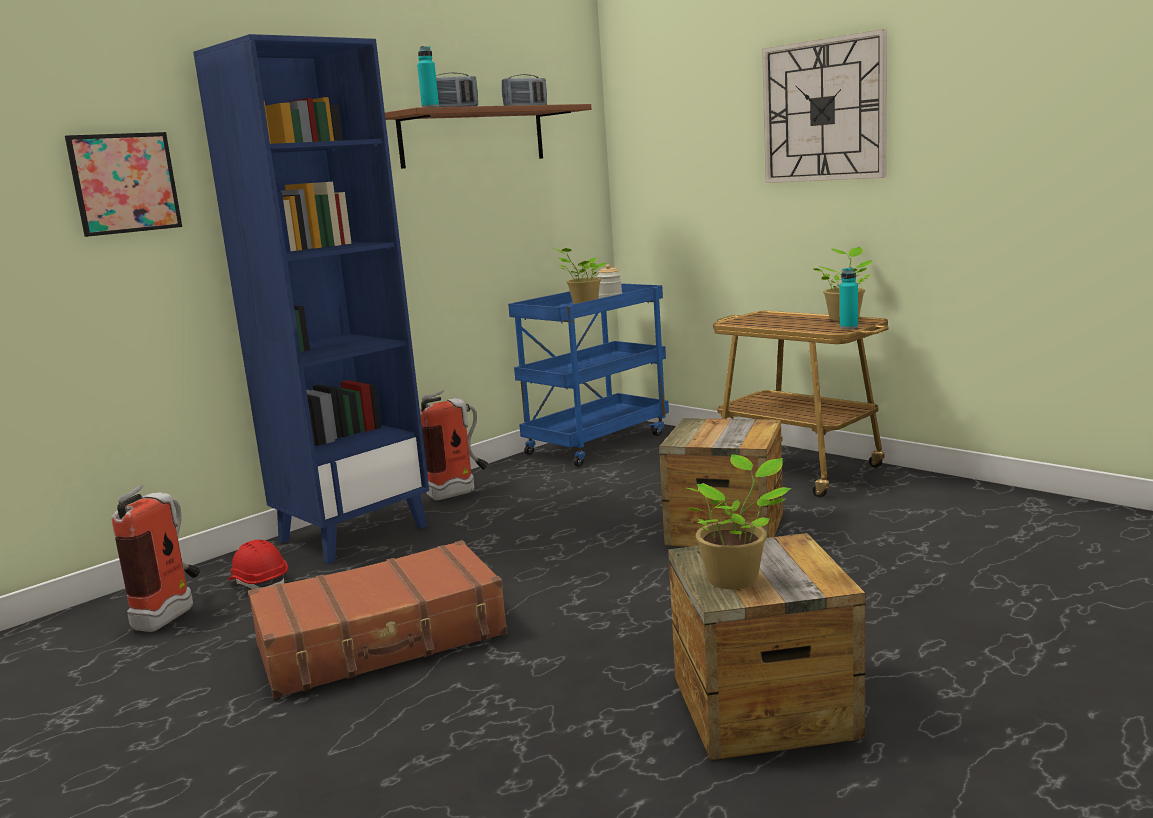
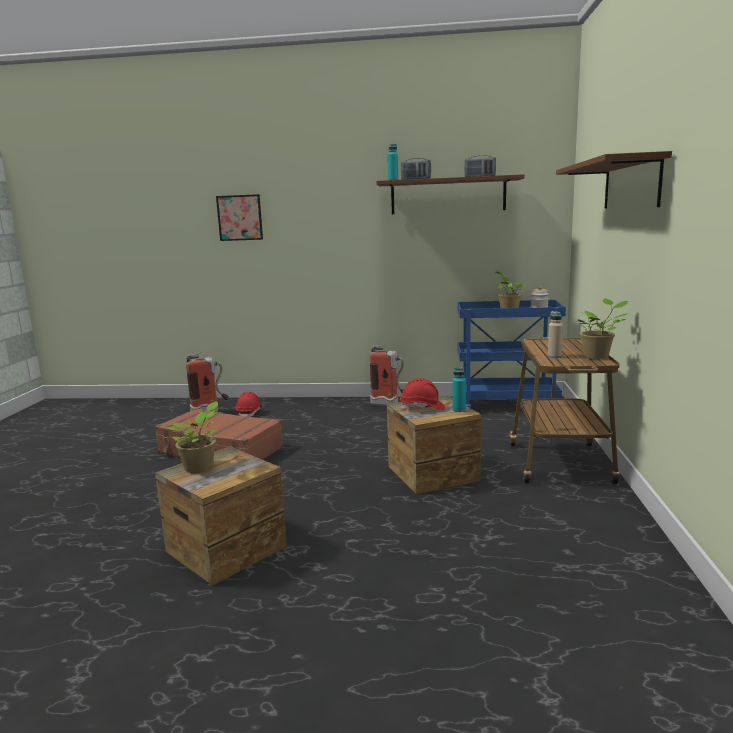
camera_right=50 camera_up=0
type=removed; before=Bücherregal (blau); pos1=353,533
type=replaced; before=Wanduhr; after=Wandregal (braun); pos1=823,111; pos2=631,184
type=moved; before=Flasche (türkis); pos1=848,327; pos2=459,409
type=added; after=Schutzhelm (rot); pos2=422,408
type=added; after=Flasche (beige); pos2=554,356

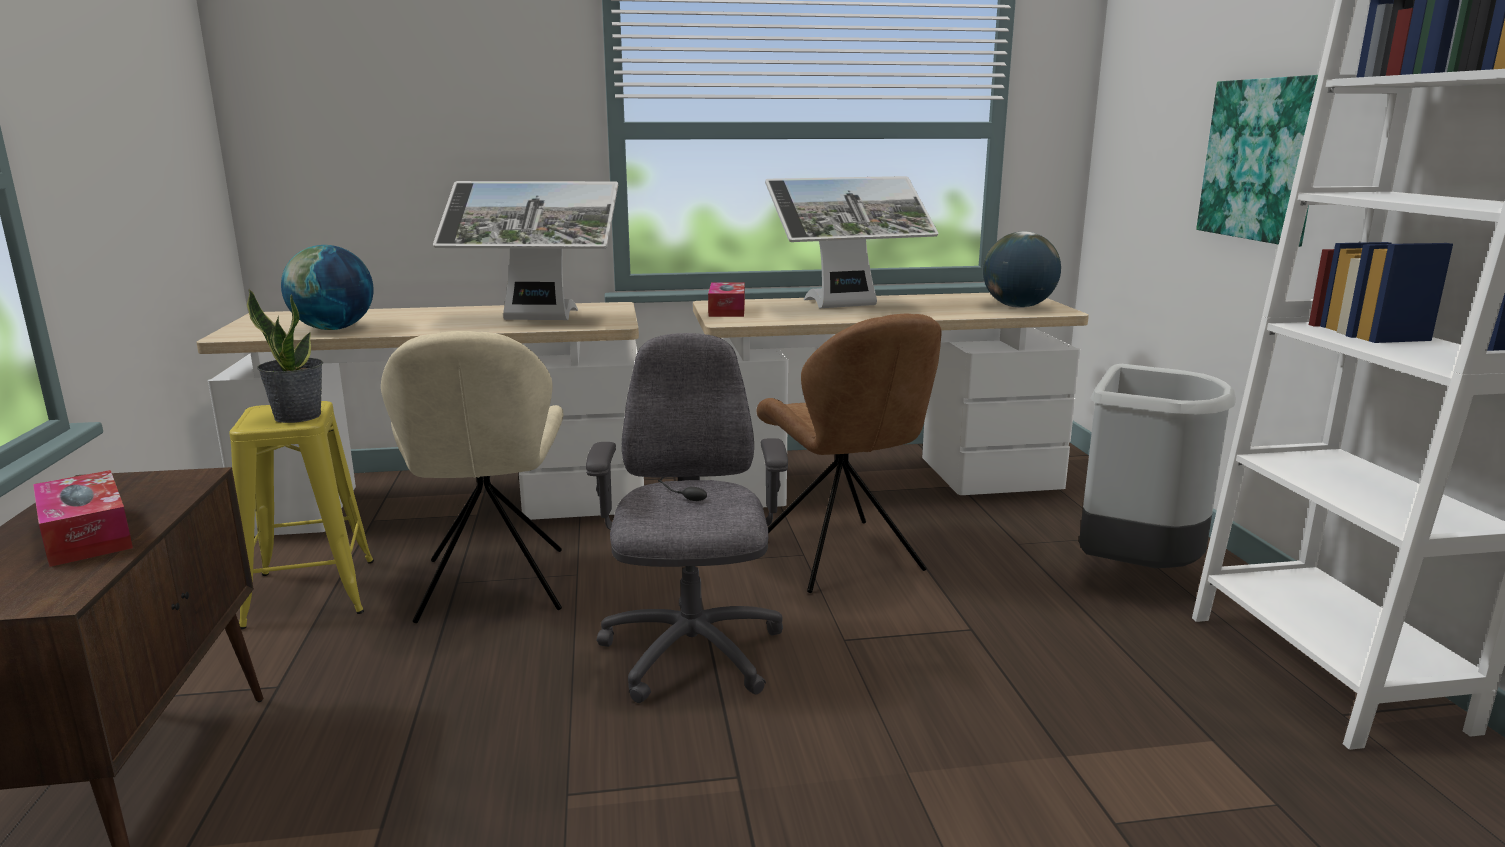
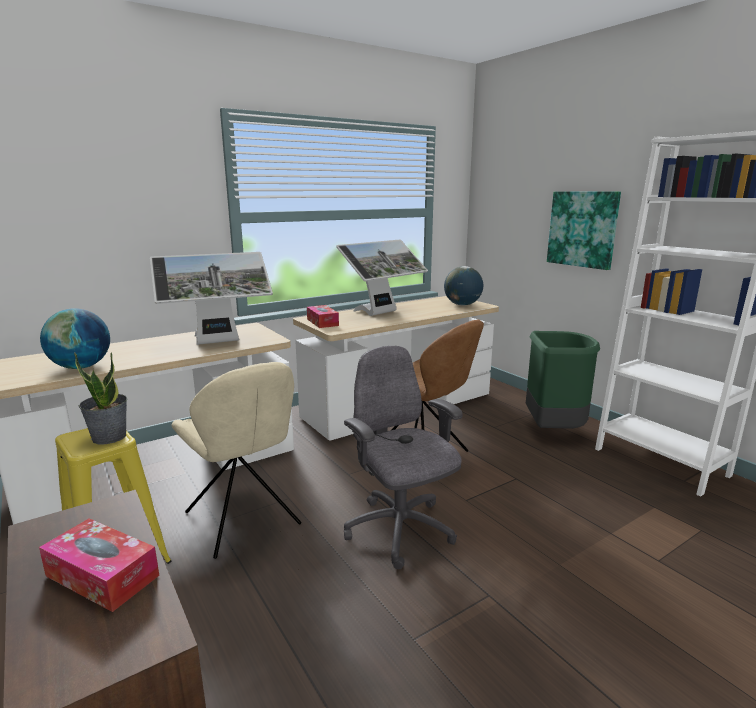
camera_right=-25 camera_up=0
type=recoloured; before=Mülleimer (grau); after=Mülleimer (grün); pos1=1135,571; pos2=553,431

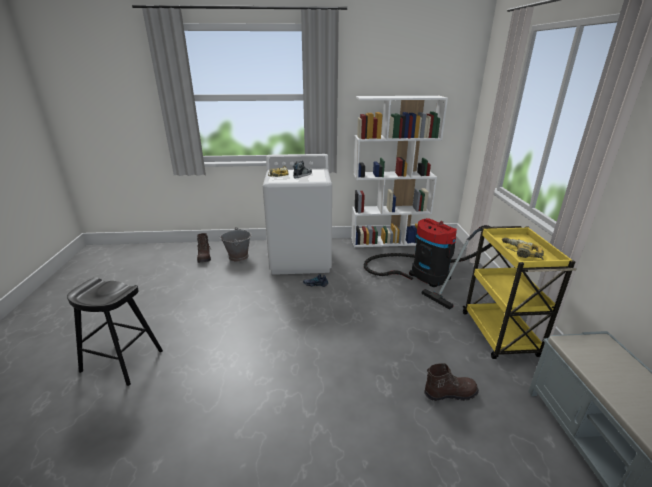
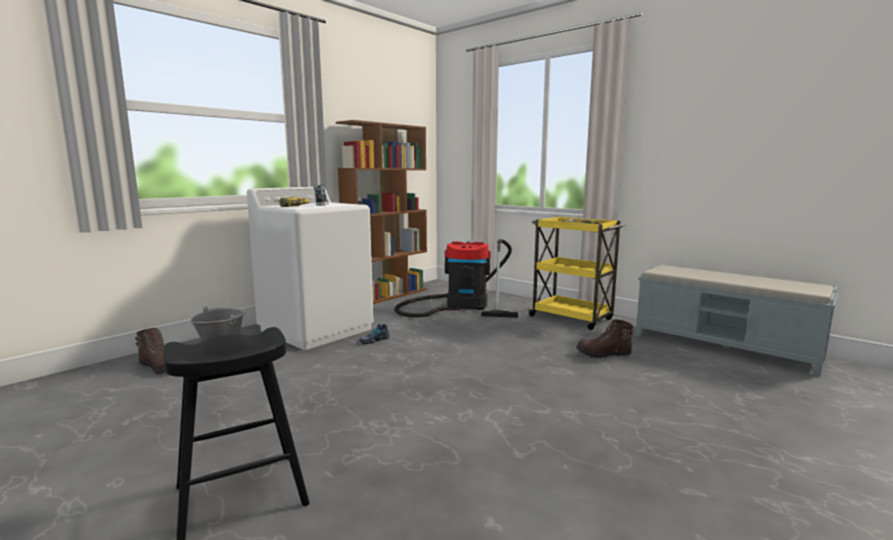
camera_right=-45 camera_up=-15
type=recoloured; before=Bücherregal (weiß); after=Bücherregal (braun); pos1=389,241; pos2=387,295
type=turned; before=Stiefel (braun); pos1=449,393; pos2=603,354; turn=-120

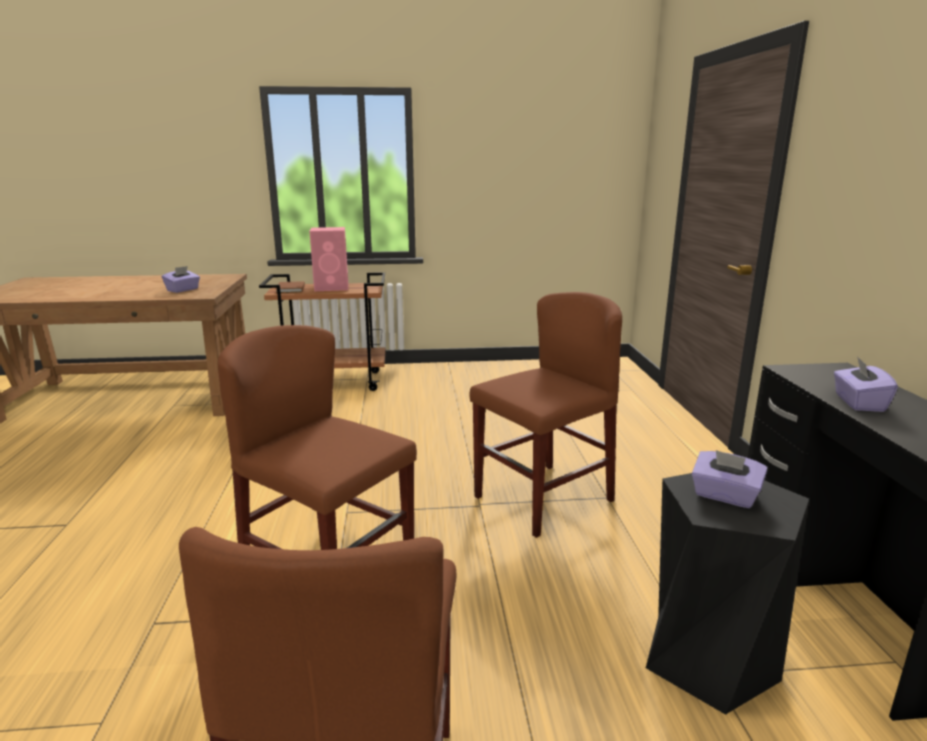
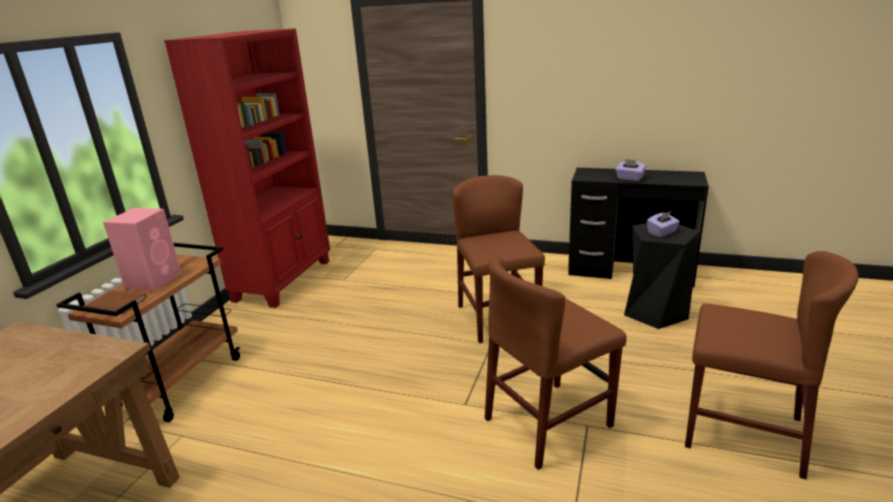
camera_right=-65 camera_up=5
type=removed; before=Taschentuchbox (lila); pos1=183,290
type=added; after=Bücherregal (rot); pos2=284,280

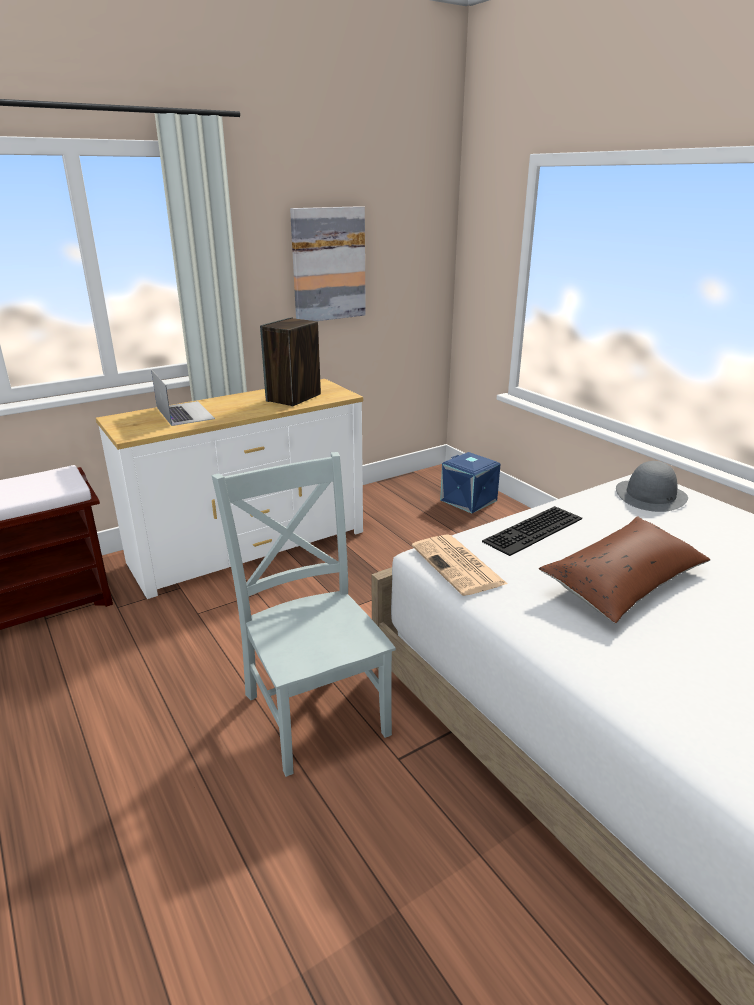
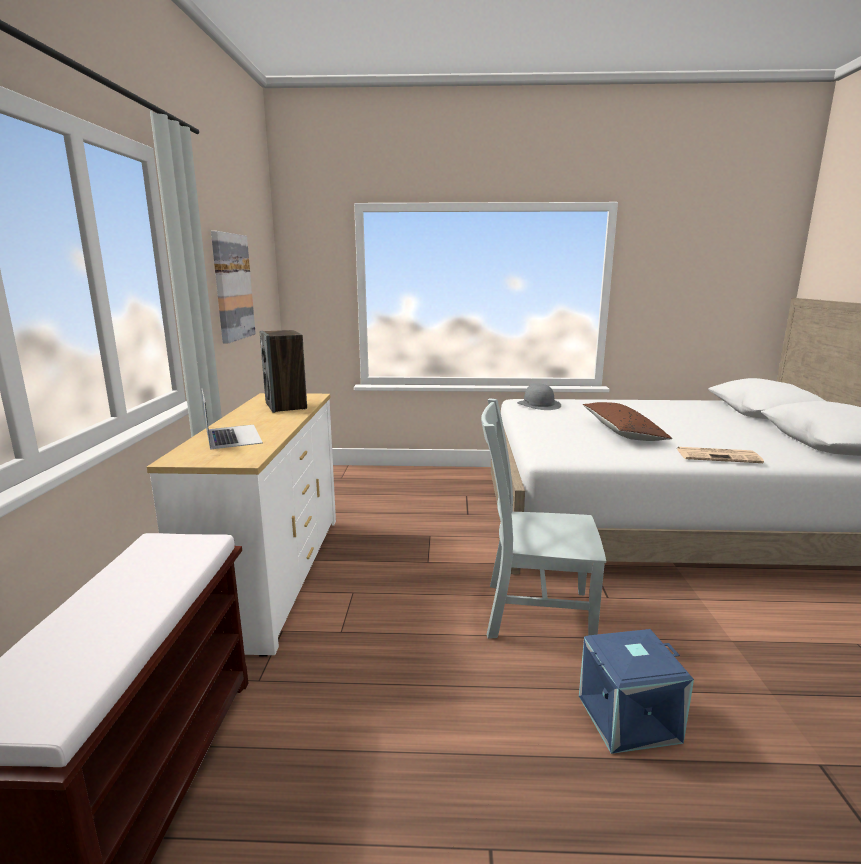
camera_right=-55 camera_up=-10
type=turned; before=Laptop; pos1=184,413; pos2=233,436; turn=60
type=moved; before=Zeitung; pos1=459,565; pos2=719,456
type=moved; before=Aufbewahrungsbox (blau); pos1=467,500; pos2=628,720
type=removed; before=Tastatur; pos1=534,531

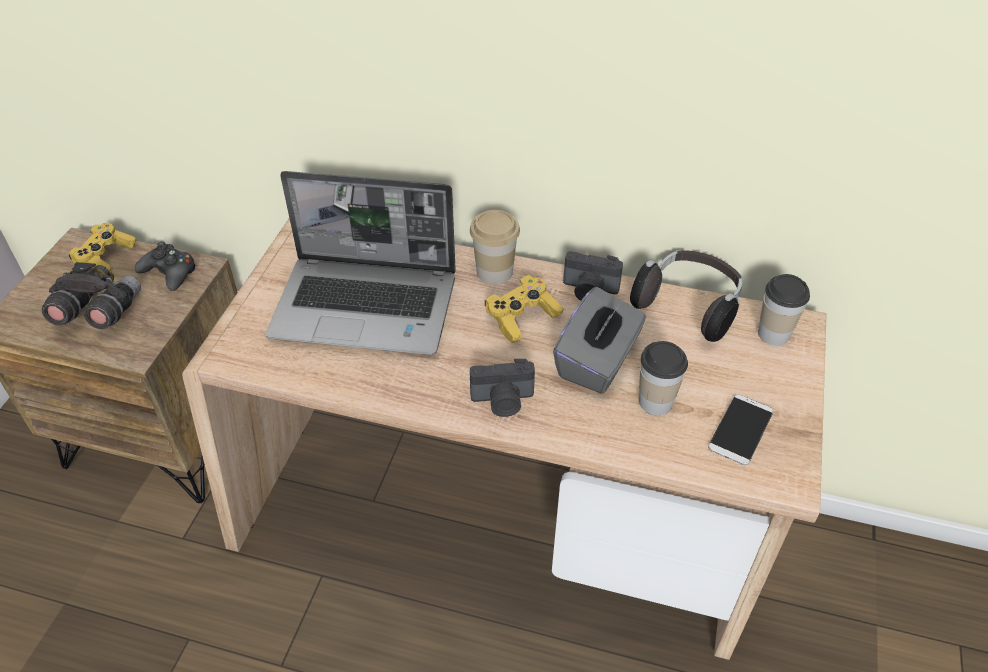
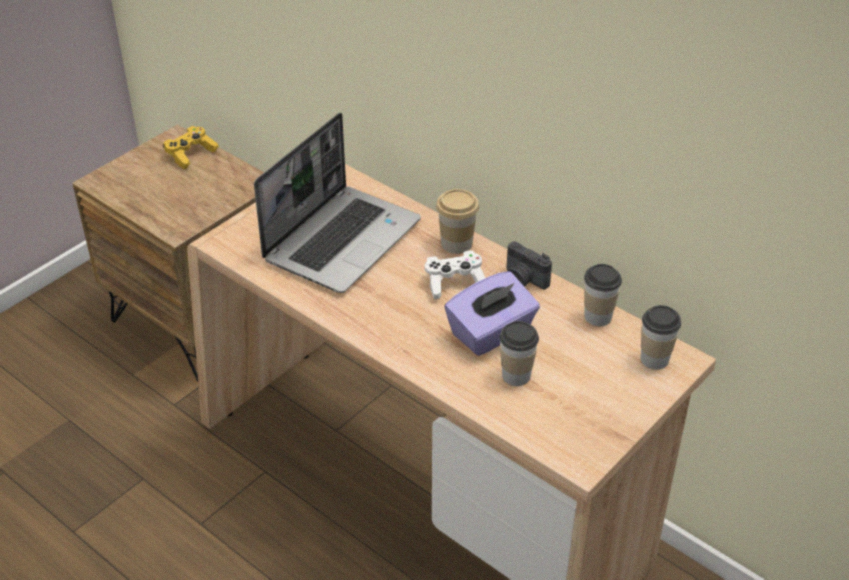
camera_right=25 camera_up=-5
type=removed; before=Fernglas (grau); pos1=99,314
type=removed; before=Gamepad (schwarz); pos1=170,272
type=turned; before=Laptop; pos1=367,306; pos2=342,239; turn=-90
type=removed; before=Kamera; pos1=503,401
type=recoloured; before=Gamepad (gelb); after=Gamepad (weiß); pos1=522,317; pos2=454,283
type=recoloured; before=Taschentuchbox (grau); after=Taschentuchbox (lila); pos1=597,362; pos2=491,333
type=replaced; before=Kopfhörer; after=Tasse; pos1=688,306; pos2=598,316
type=removed; before=Handy; pos1=740,430

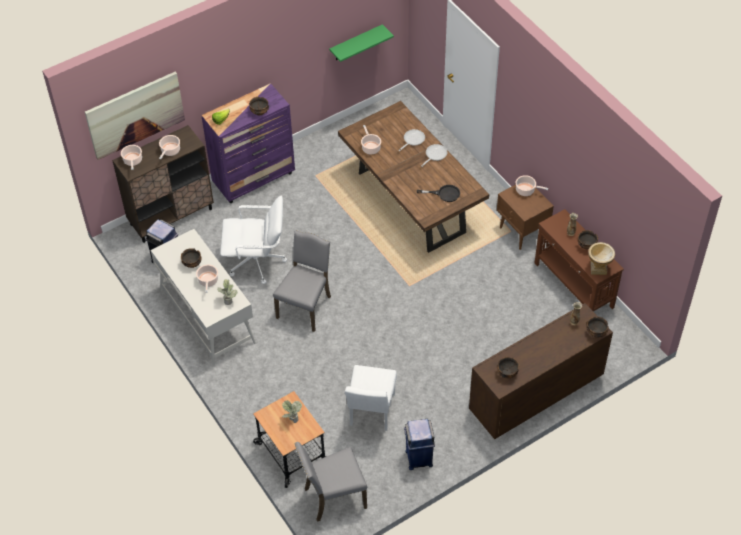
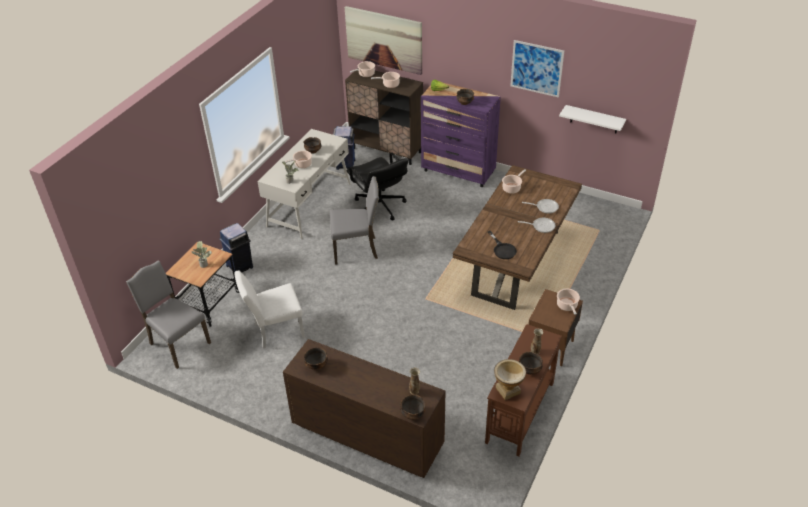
camera_right=60 camera_up=-10
type=recoloured; before=Bürostuhl (weiß); after=Bürostuhl (schwarz); pos1=257,262; pos2=379,207
type=recoloured; before=Wandregal (grün); after=Wandregal (weiß); pos1=356,43; pos2=594,119
type=moved; before=Mülleimer (blau); pos1=419,458; pos2=240,266
type=added; after=Bild; pos2=536,68

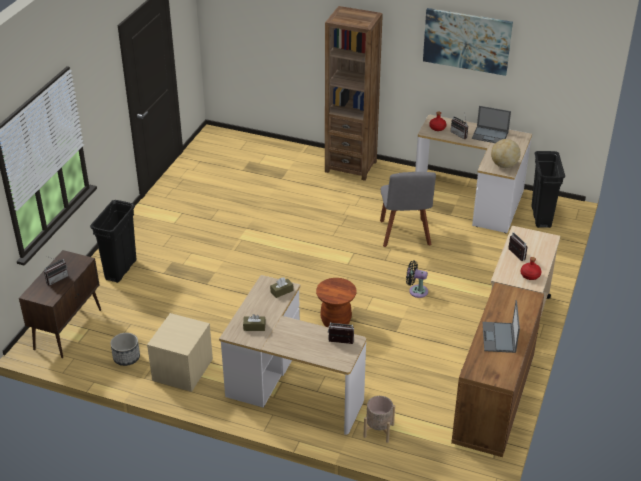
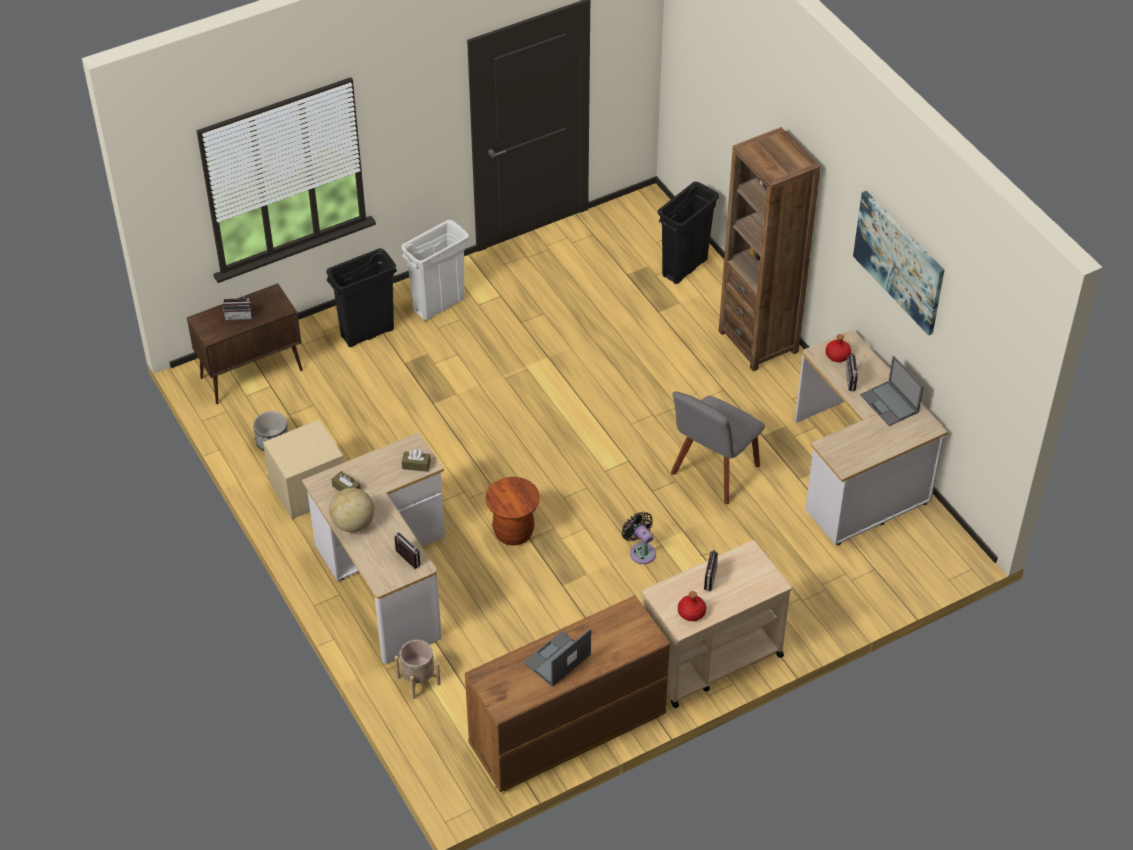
camera_right=40 camera_up=10
type=moved; before=Globus; pos1=504,165; pos2=353,524
type=moved; before=Mülleimer (schwarz); pos1=541,217; pos2=684,268
type=added; after=Mülleimer (weiß); pos2=439,305

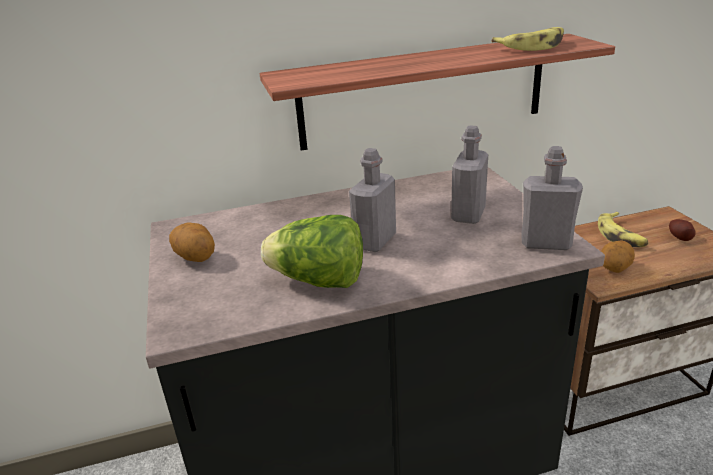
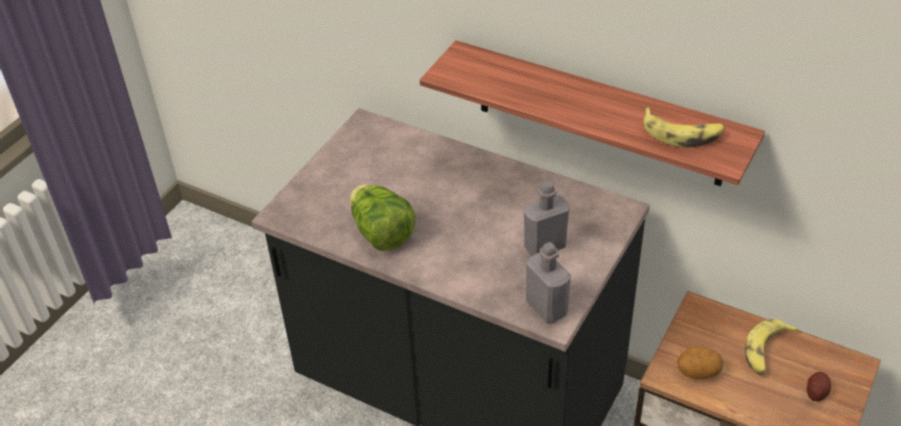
camera_right=45 camera_up=15
type=removed; before=Kartoffel; pos1=196,258
type=removed; before=Flasche (grau); pos1=375,241

